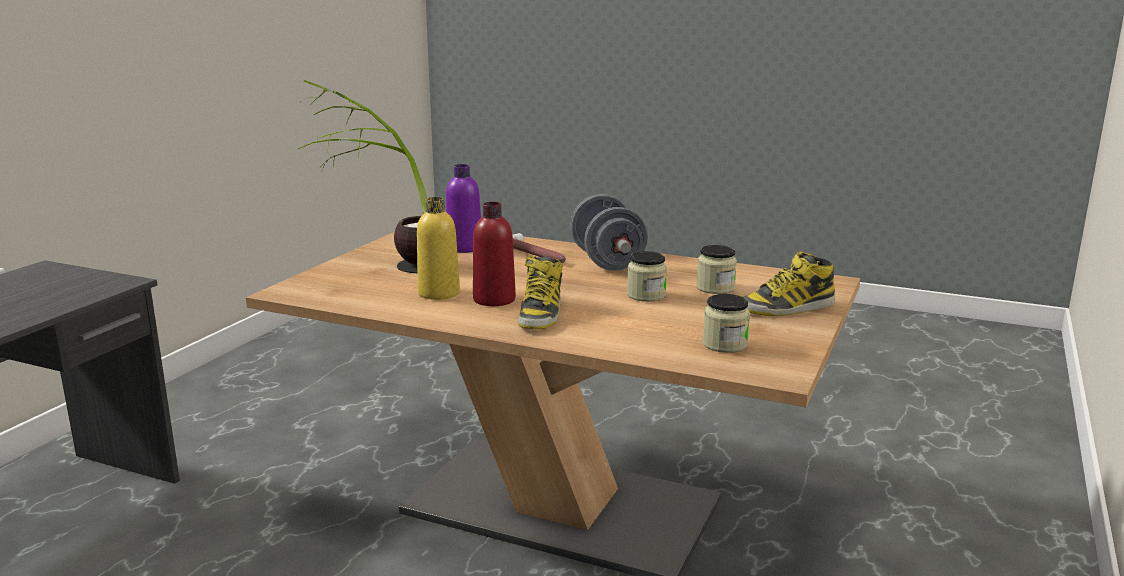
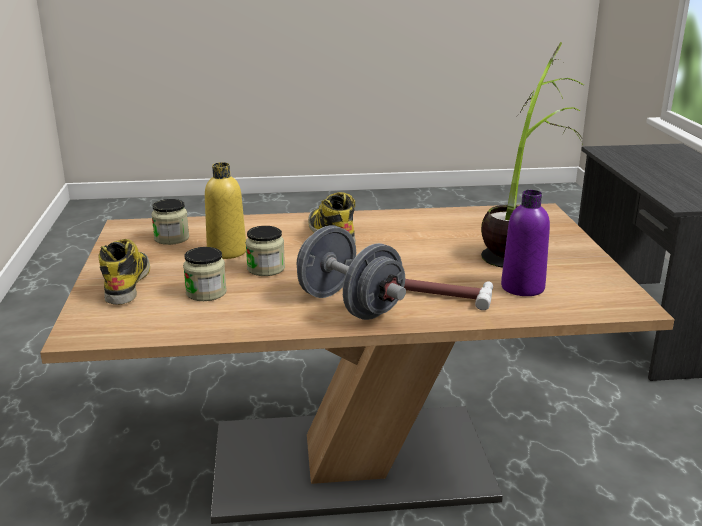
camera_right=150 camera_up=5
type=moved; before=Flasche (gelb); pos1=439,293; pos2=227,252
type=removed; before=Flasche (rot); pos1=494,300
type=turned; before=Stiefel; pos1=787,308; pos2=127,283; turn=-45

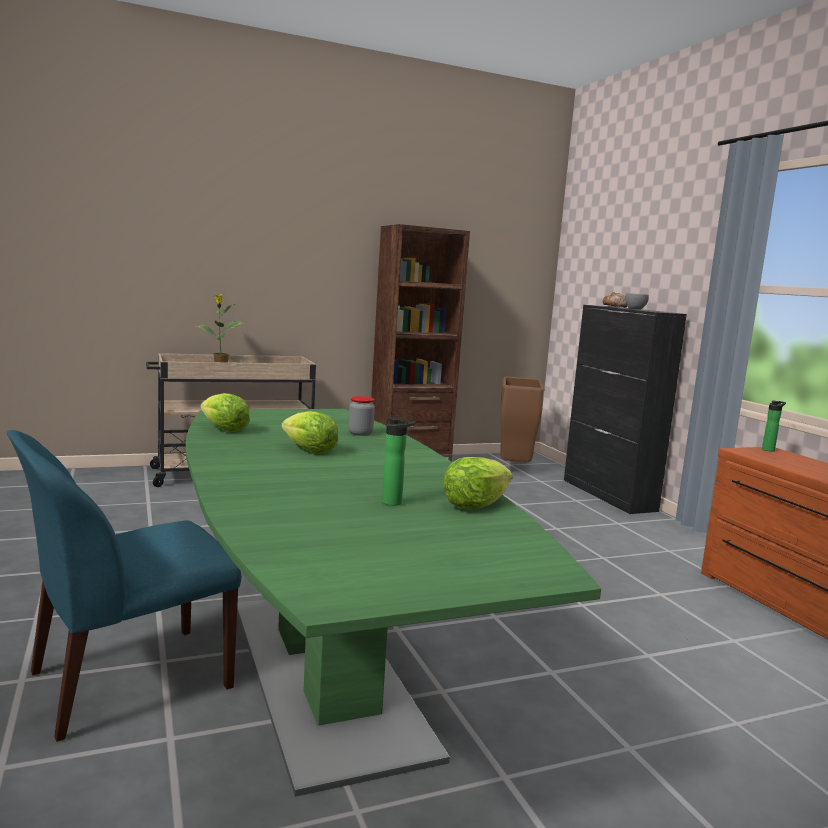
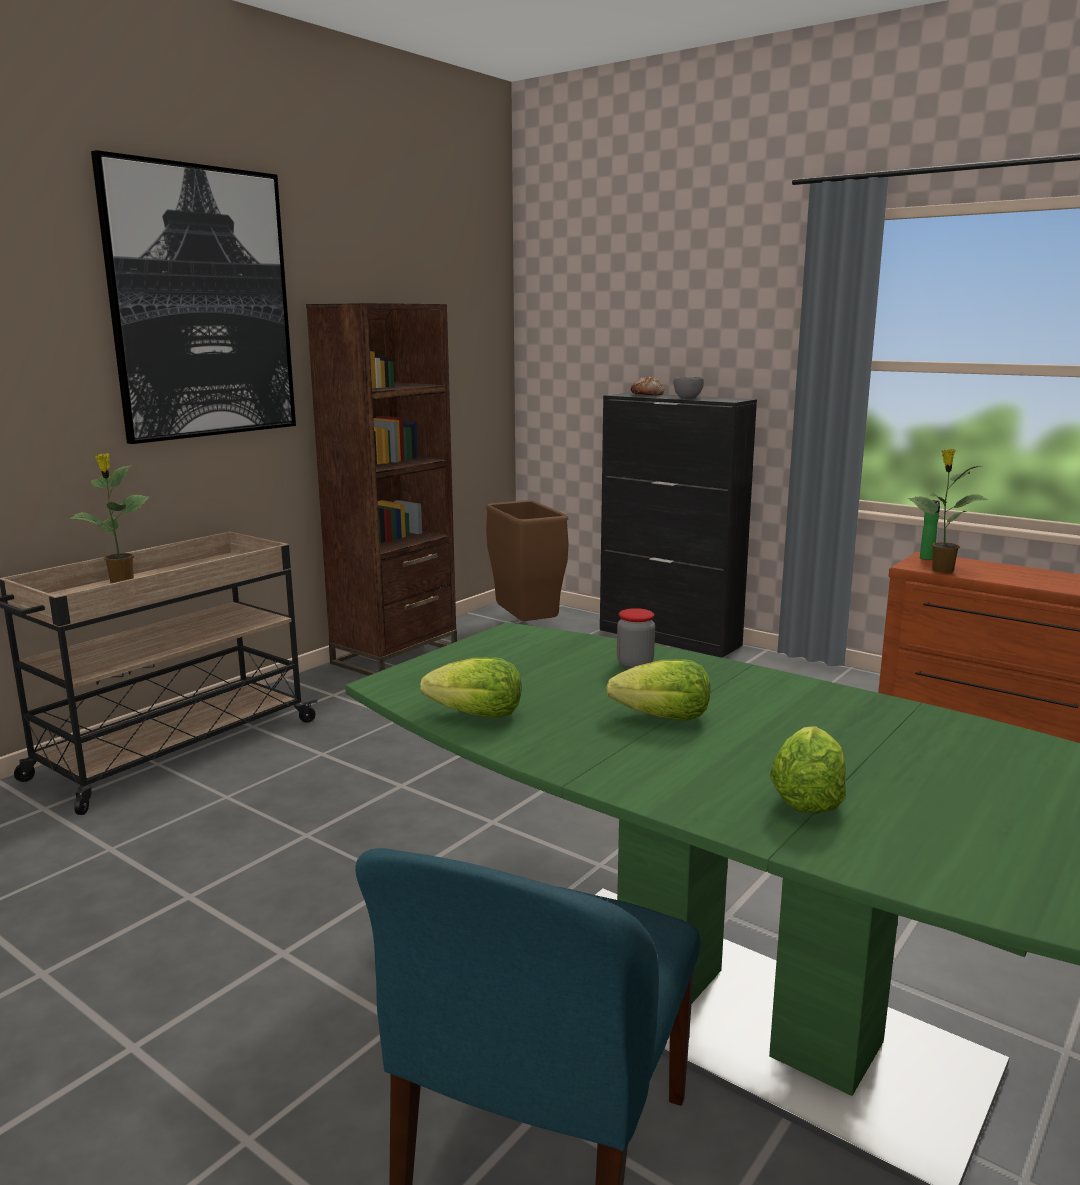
camera_right=-30 camera_up=5
type=removed; before=Flasche; pos1=395,503
type=moved; before=Salatkopf; pos1=474,505; pos2=806,799
type=added; after=Bild; pos2=202,304
type=added; after=Topfpflanze; pos2=941,570

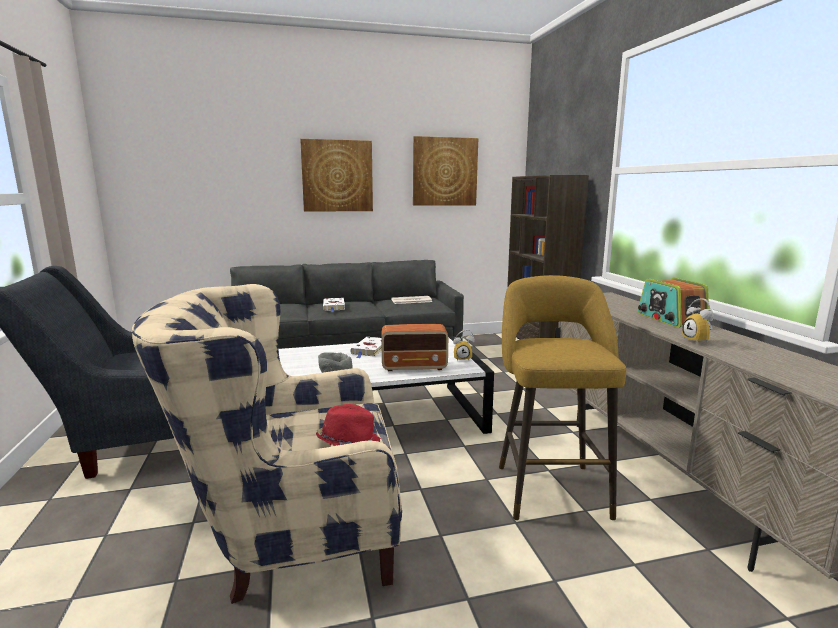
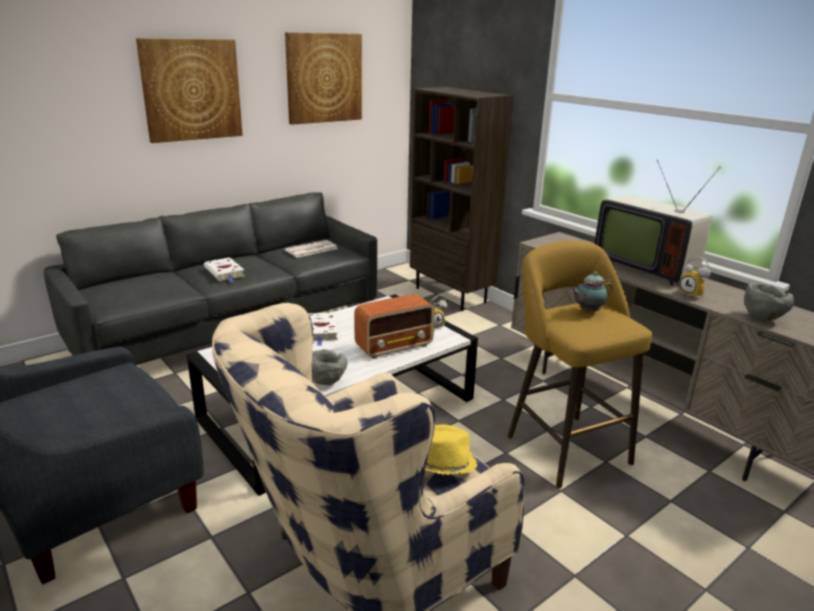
camera_right=-25 camera_up=10
type=recoloured; before=Hut (rot); after=Hut (gelb); pos1=348,442; pos2=442,464
type=replaced; before=Radio; after=Fernseher; pos1=670,319; pos2=645,267
type=added; after=Teekanne; pos2=588,311
type=added; after=Schüssel (grau); pos2=762,318

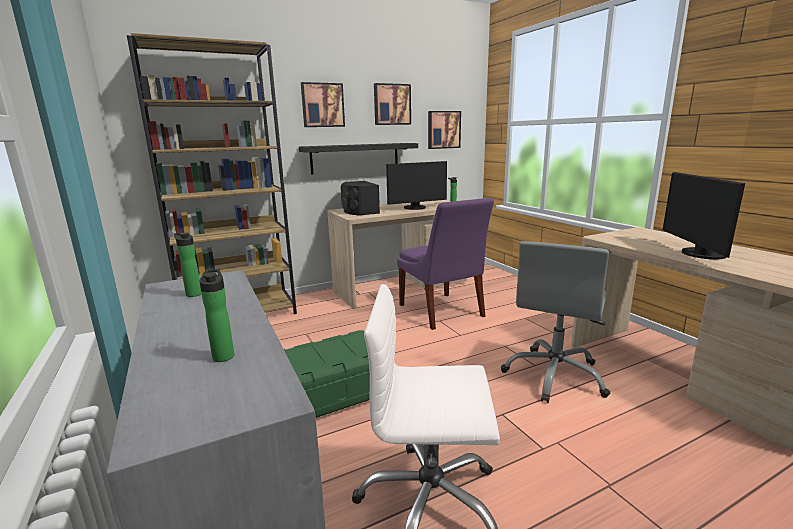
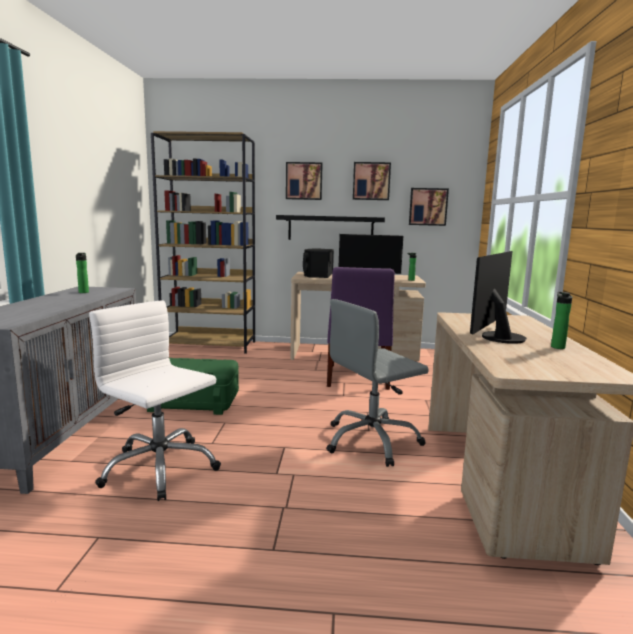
camera_right=30 camera_up=-5
type=moved; before=Flasche; pos1=223,355; pos2=557,347

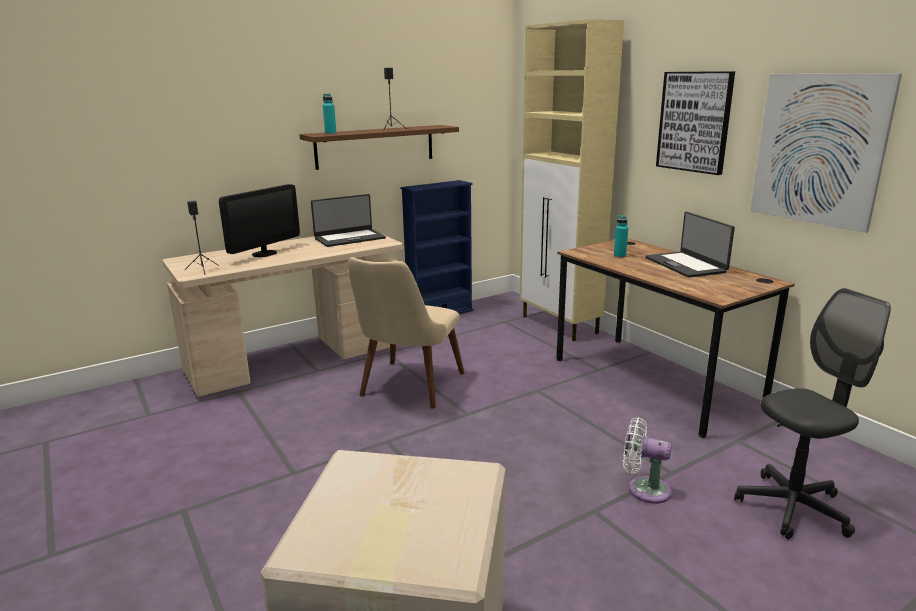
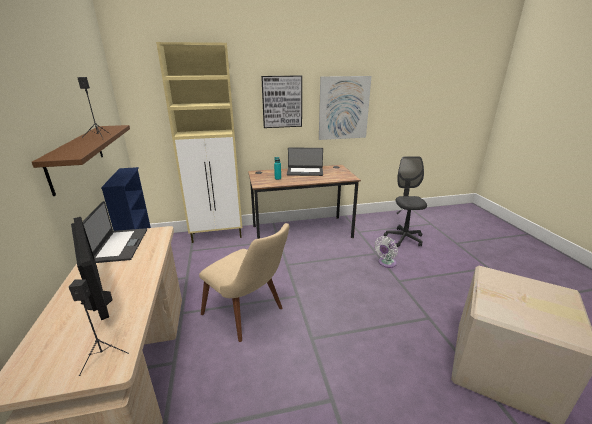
camera_right=-70 camera_up=5
type=removed; before=Flasche (türkis); pos1=330,133

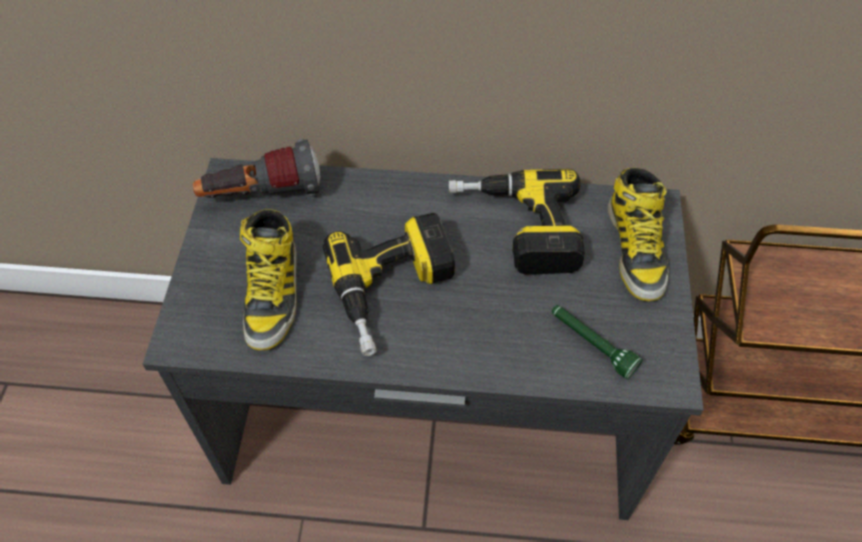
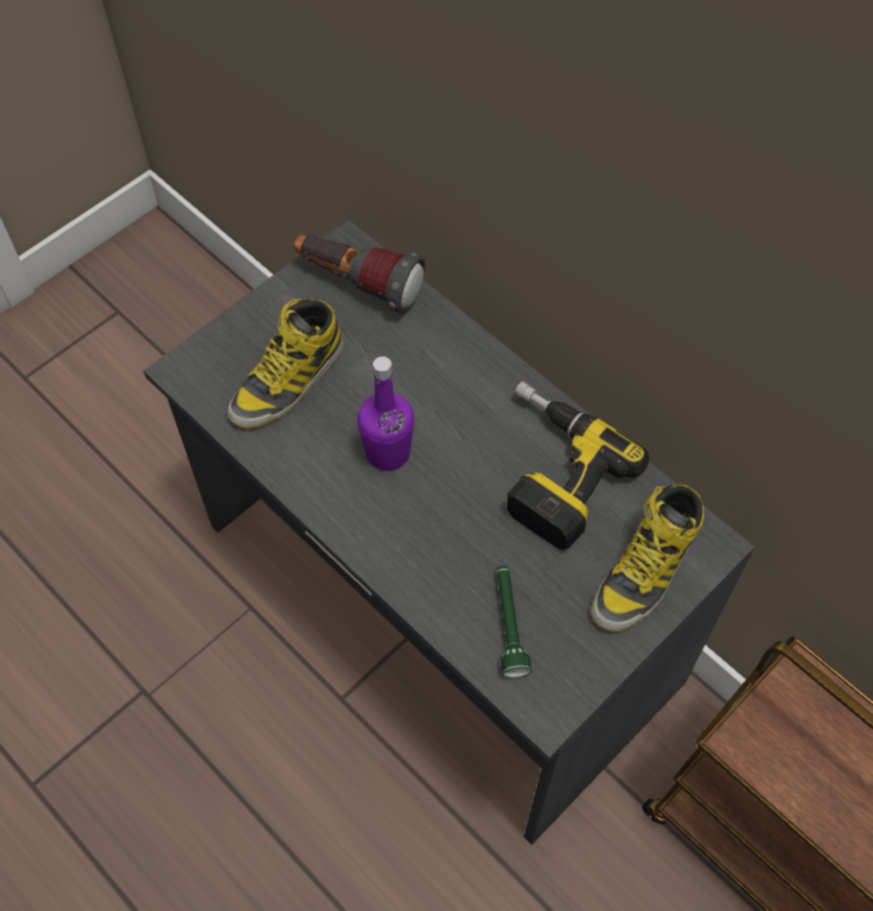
camera_right=40 camera_up=5
type=replaced; before=Bohrmaschine; after=Flasche (lila); pos1=396,292; pos2=388,452

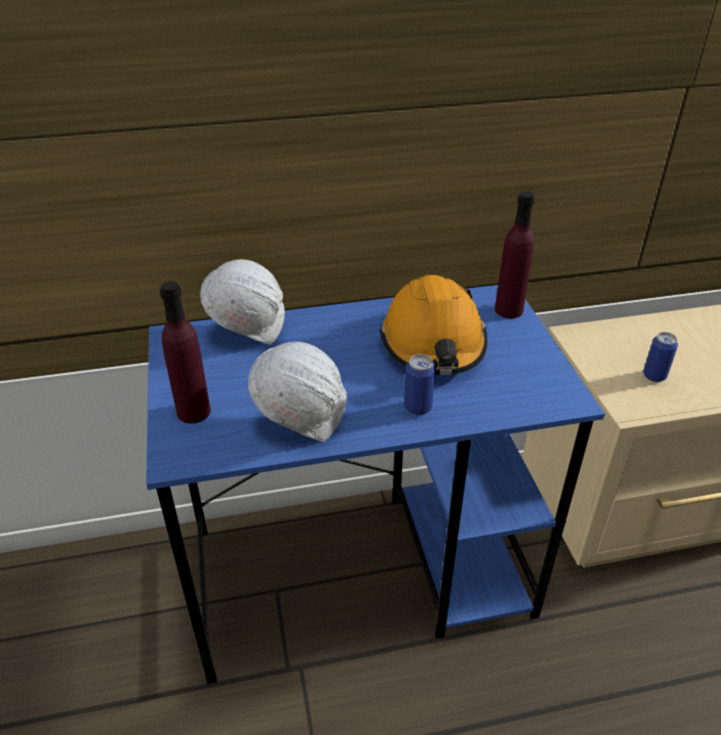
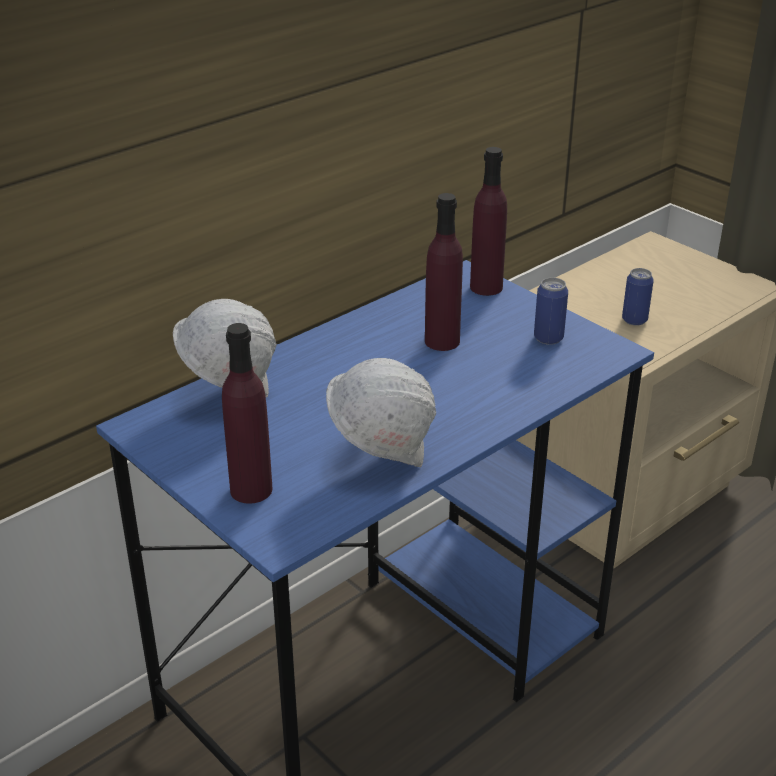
camera_right=-30 camera_up=-5
type=replaced; before=Schutzhelm (orange); after=Flasche (lila); pos1=433,343; pos2=442,341
type=moved; before=Dose; pos1=418,407; pos2=548,338

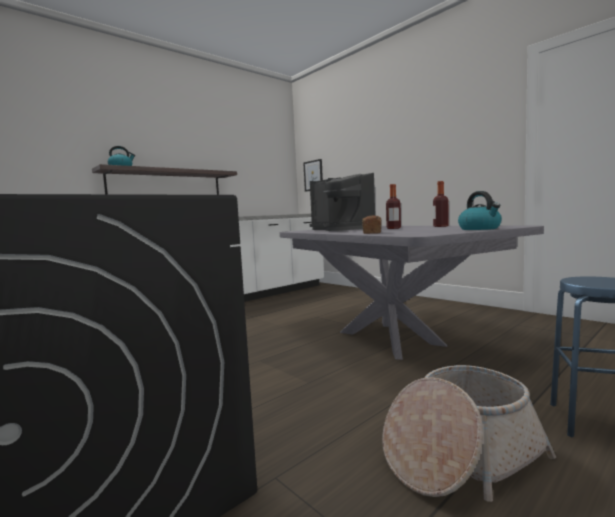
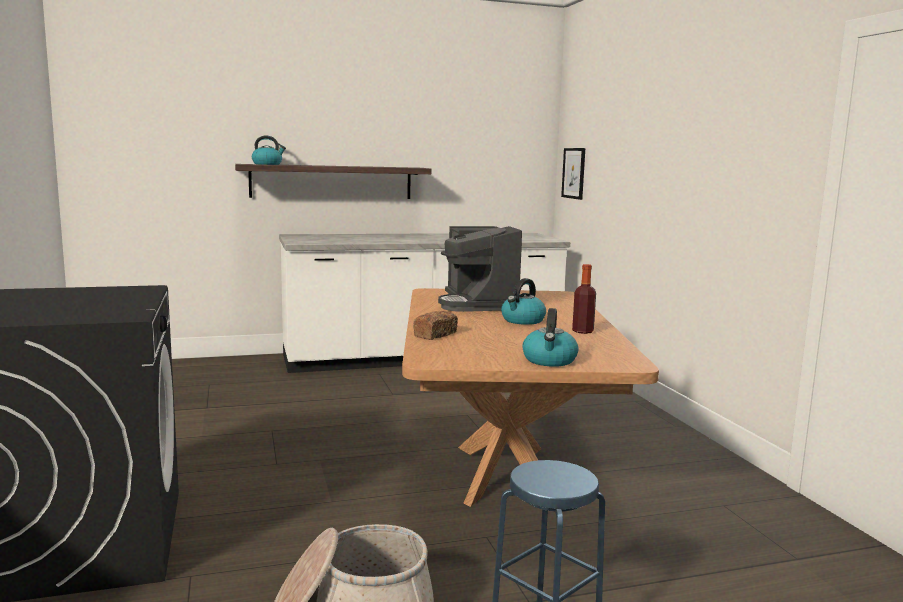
camera_right=25 camera_up=5
type=recoloured; before=Esstisch (grau); after=Esstisch (braun); pos1=389,338; pos2=504,474
type=replaced; before=Flasche; after=Wasserkessel; pos1=393,228; pos2=522,320

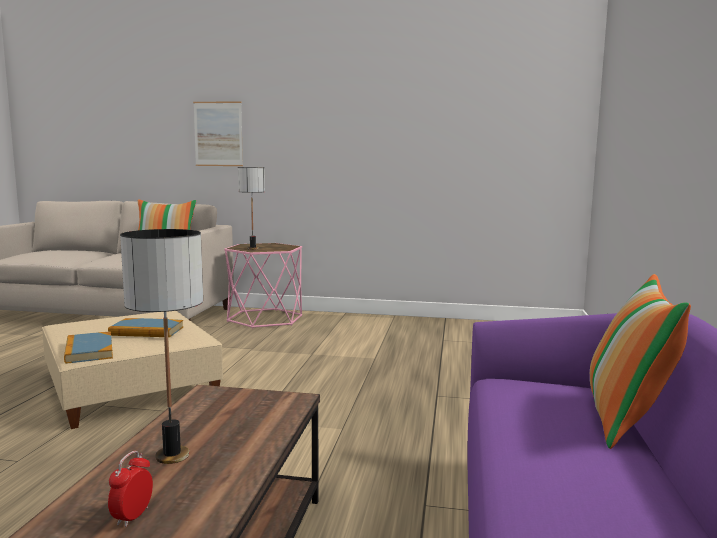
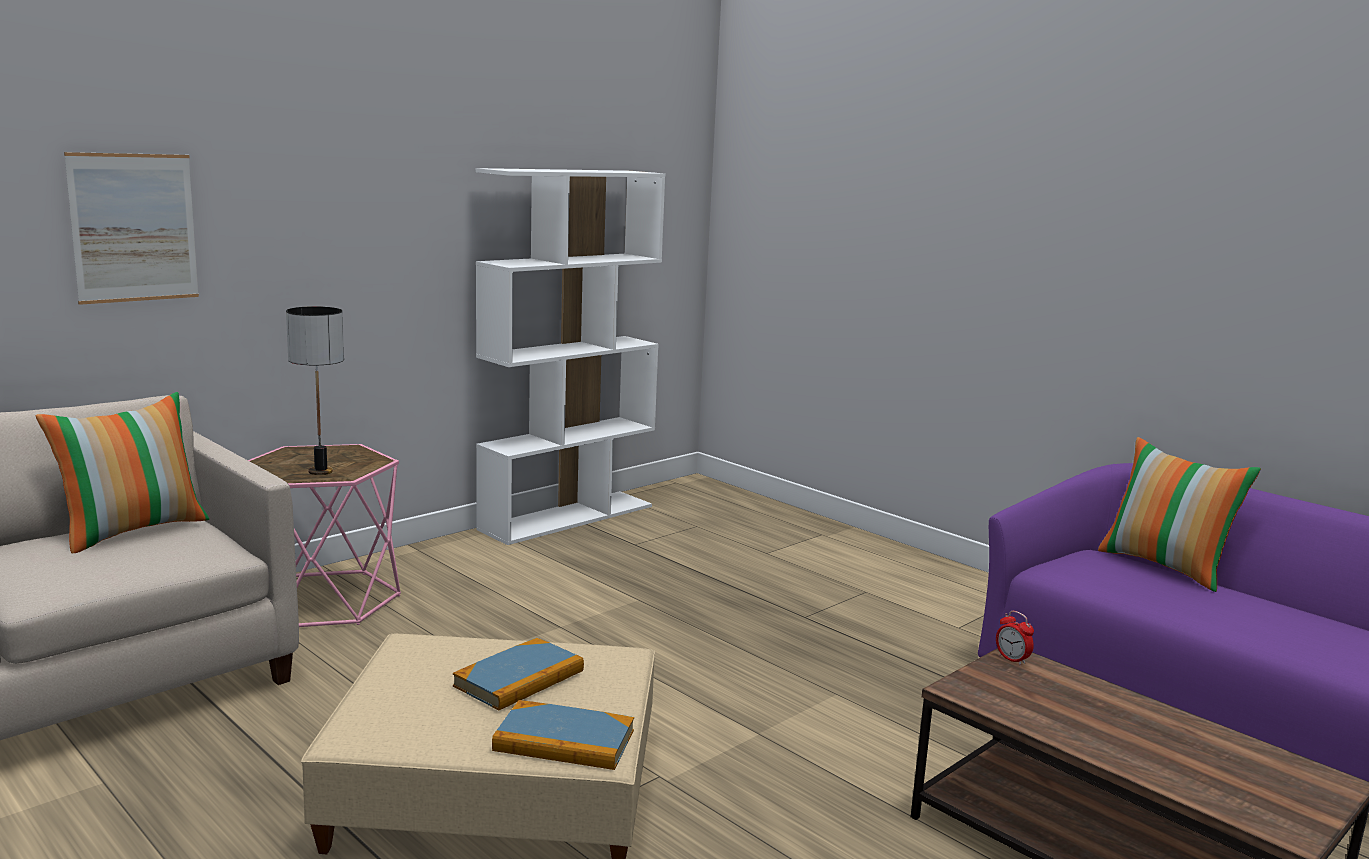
camera_right=-55 camera_up=5
type=moved; before=Wecker; pos1=132,516; pos2=1012,659
type=removed; before=Tischlampe; pos1=171,456
type=added; after=Bücherregal (weiß); pos2=567,517

